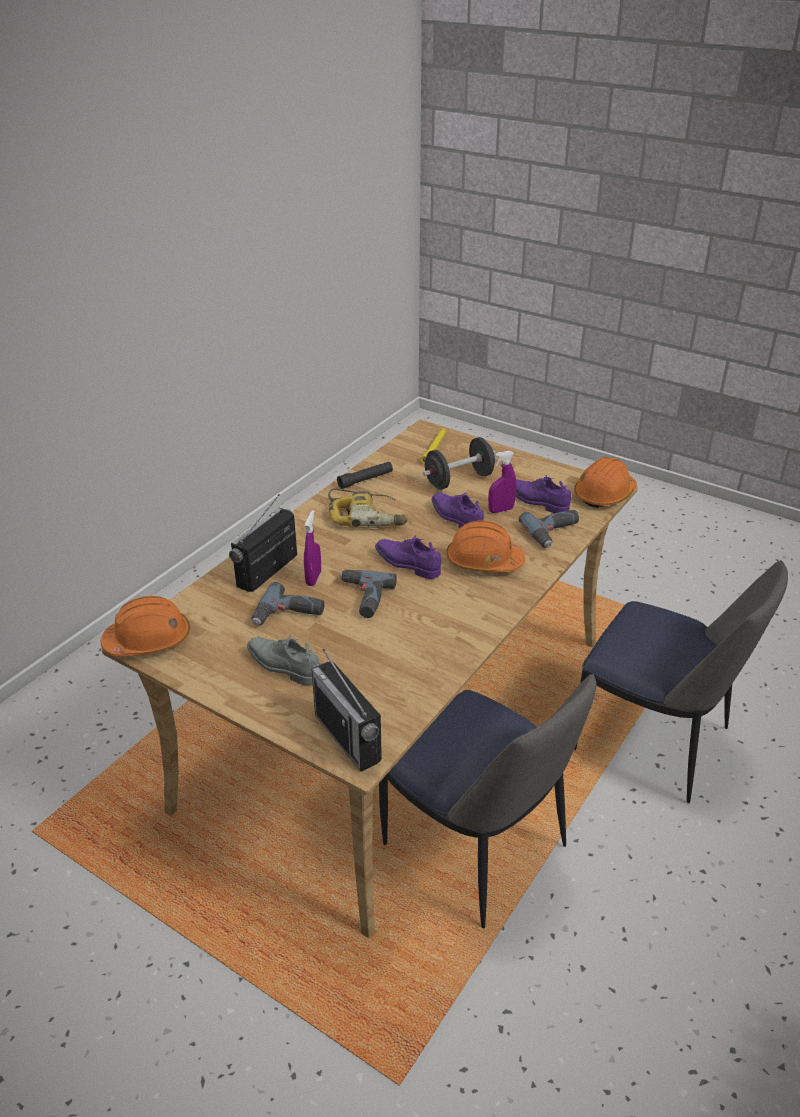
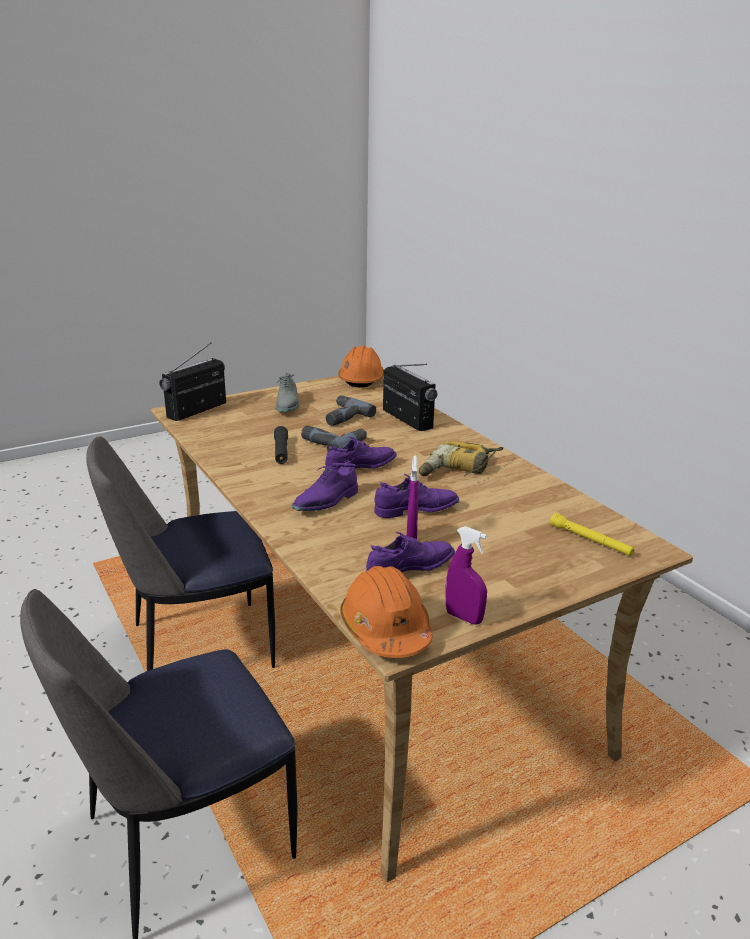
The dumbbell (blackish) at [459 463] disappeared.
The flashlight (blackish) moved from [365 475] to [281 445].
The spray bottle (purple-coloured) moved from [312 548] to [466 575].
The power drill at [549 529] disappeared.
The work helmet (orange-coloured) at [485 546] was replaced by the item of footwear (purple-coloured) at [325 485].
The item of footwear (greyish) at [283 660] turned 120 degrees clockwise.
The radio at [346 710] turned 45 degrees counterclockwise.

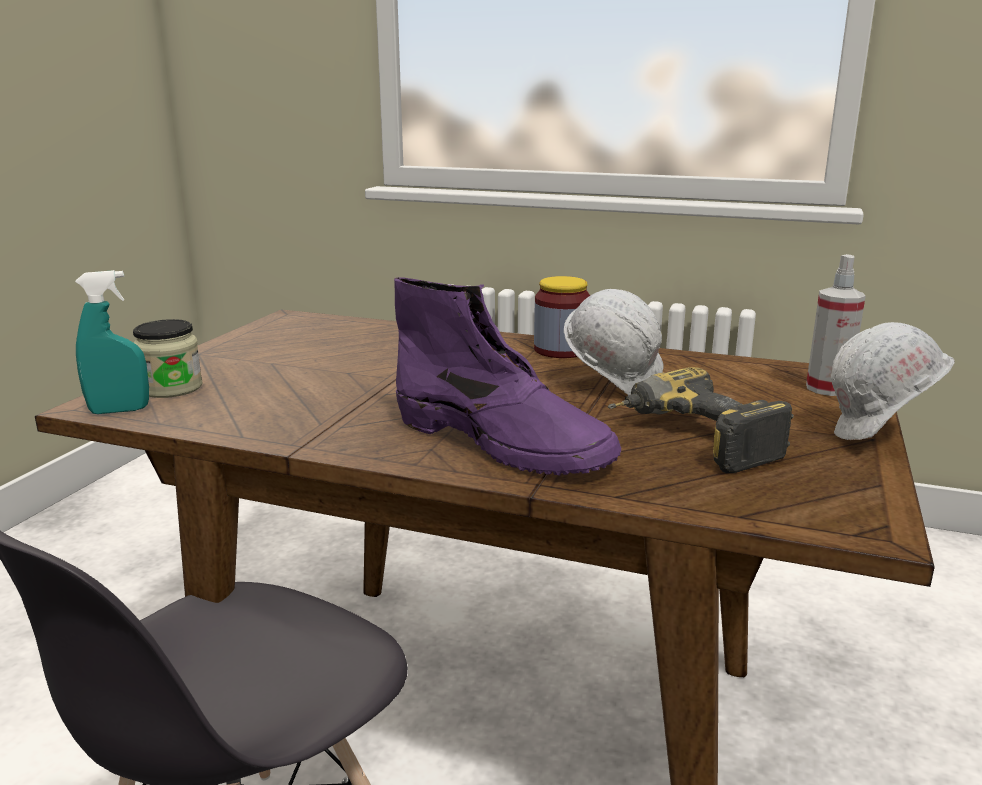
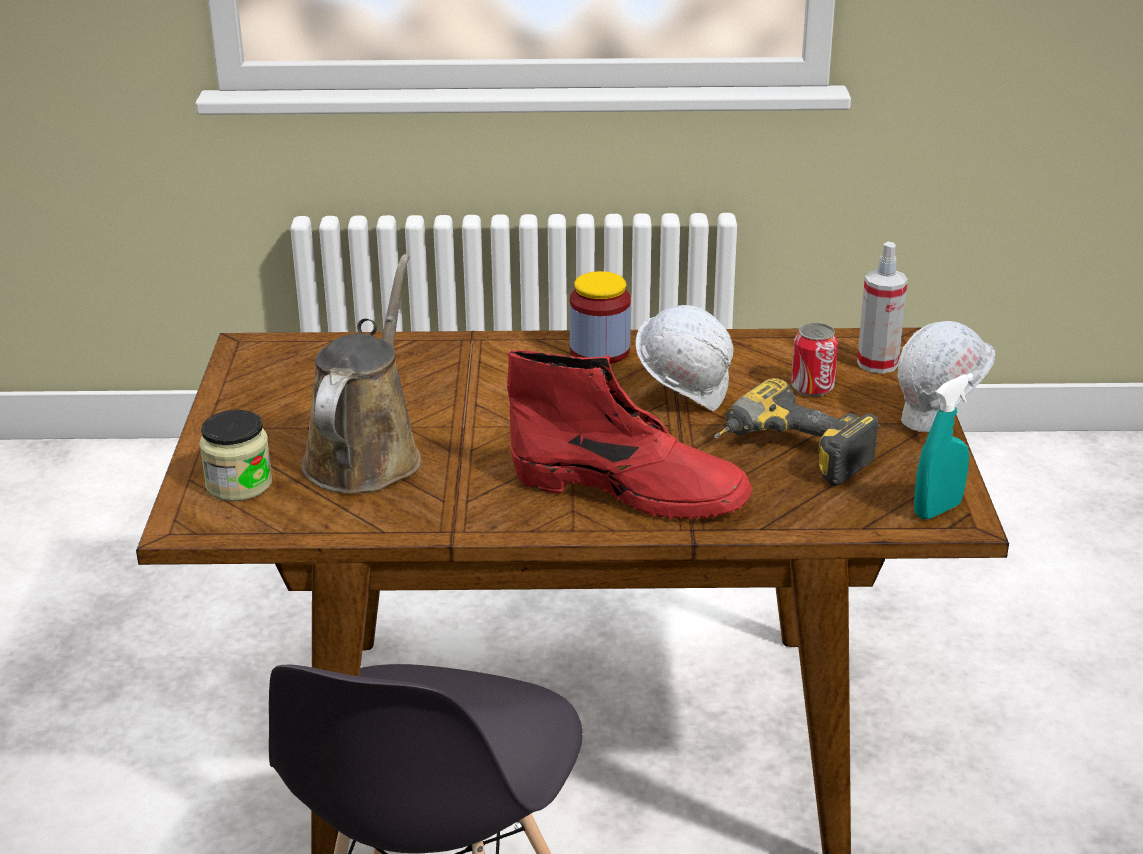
The spray bottle (turquoise-coloured) moved from [112 342] to [943 446].
The tall boot (purple-coloured) at [507 376] became the tall boot (red-coloured) at [629 435].
The sprinkling can (brown) at [361 373] appeared.
The sealed can at [814 360] appeared.

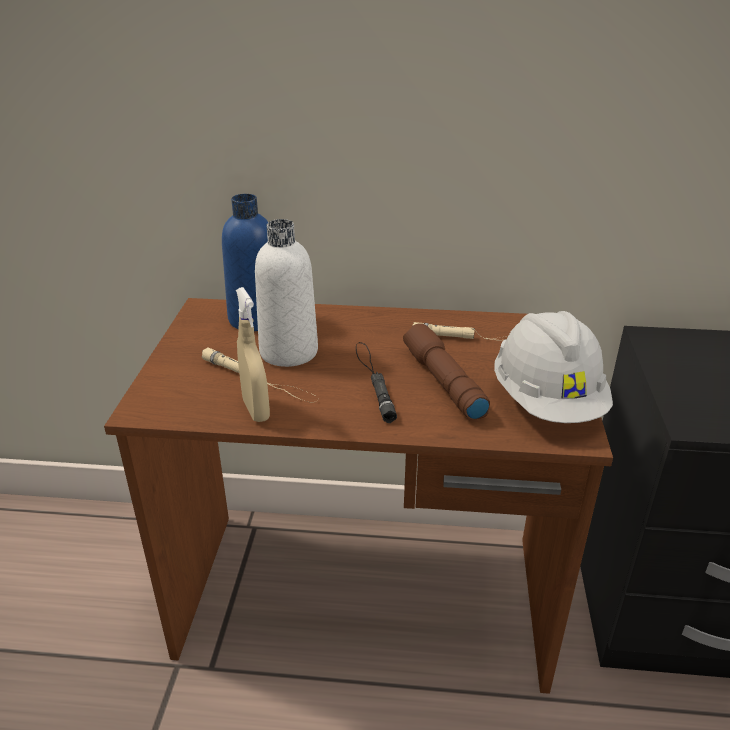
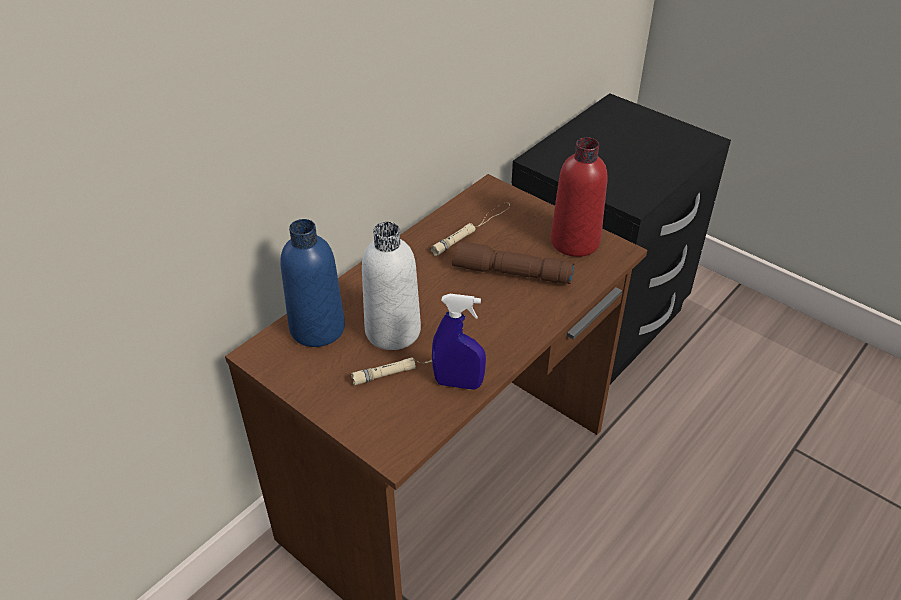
The spray bottle (beige) at [253 354] became the spray bottle (blue) at [459 342].
The work helmet (white-coloured) at [553 367] was replaced by the drink bottle (red-coloured) at [579 197].
The flashlight (blackish) at [376 382] disappeared.

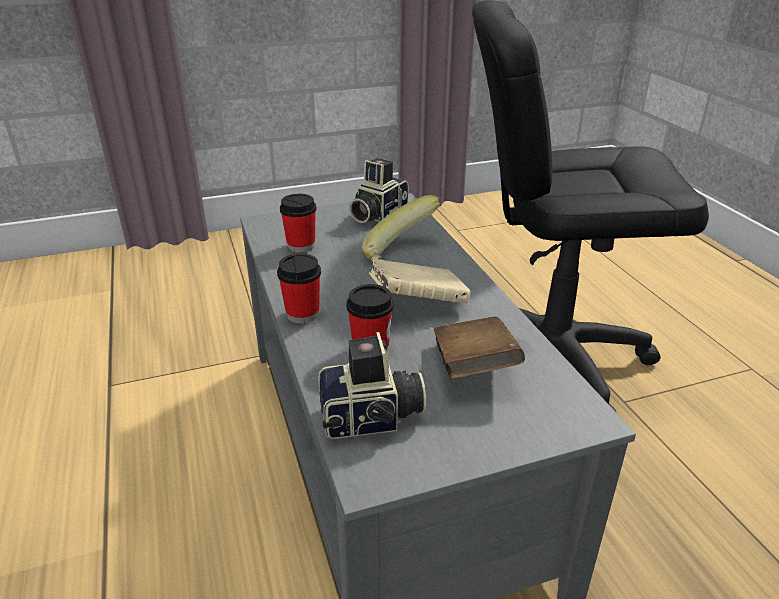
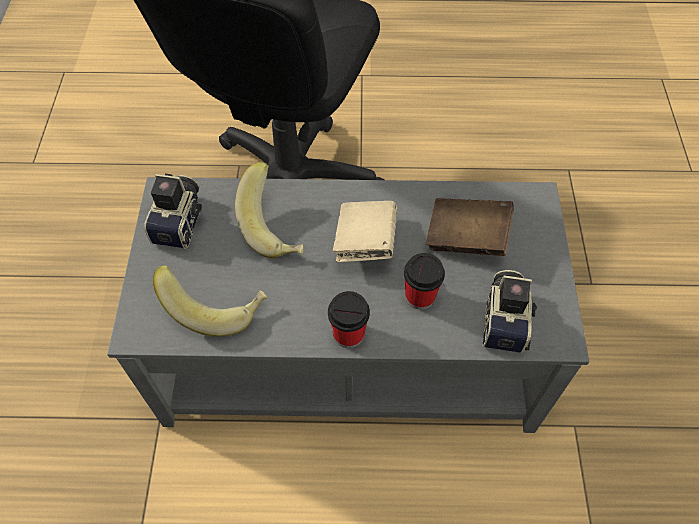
The still camera at [378 190] turned 135 degrees counterclockwise.
The drinking cup at [298 223] was replaced by the whole banana at [210 301].

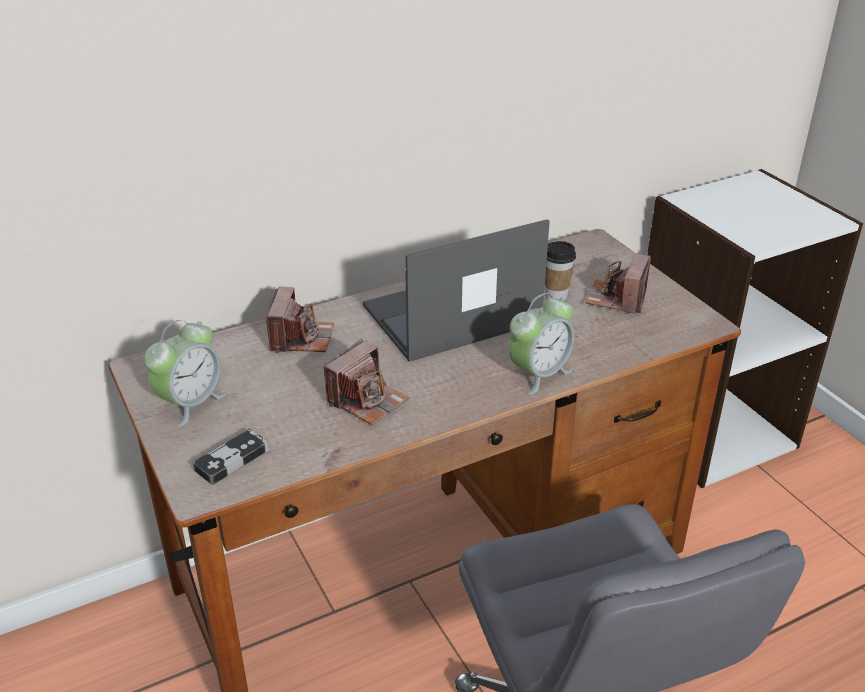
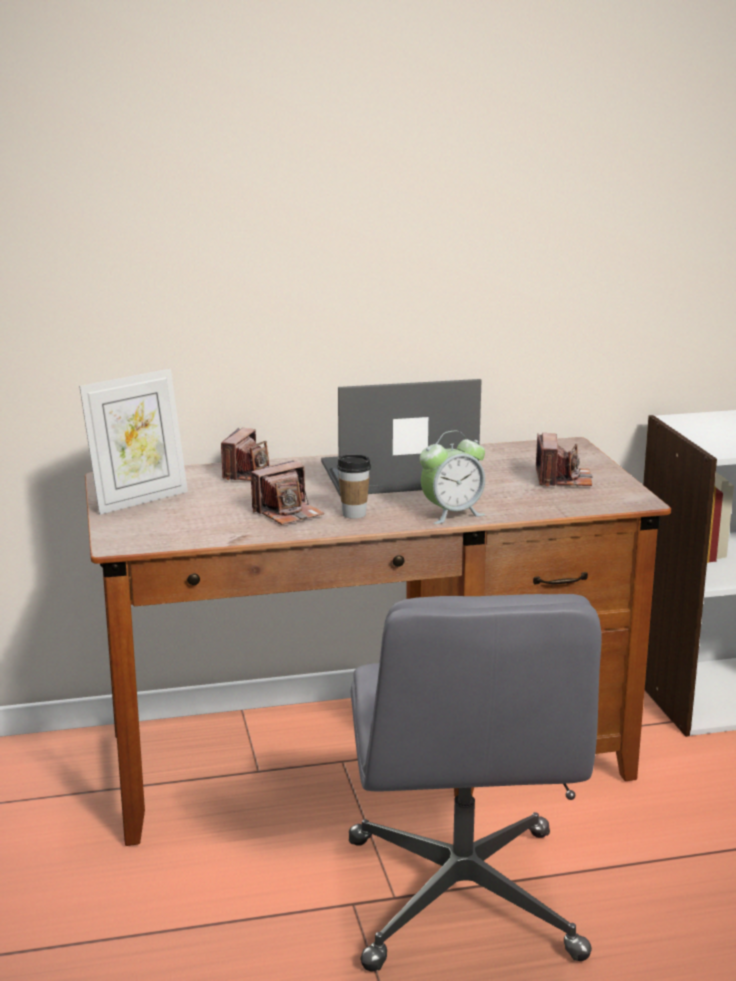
The drinking cup moved from [560 271] to [354 487].
The still camera at [618 283] turned 150 degrees clockwise.
The bedside clock at [185 373] was replaced by the standing frame at [133 442].
The gamepad at [231 457] disappeared.

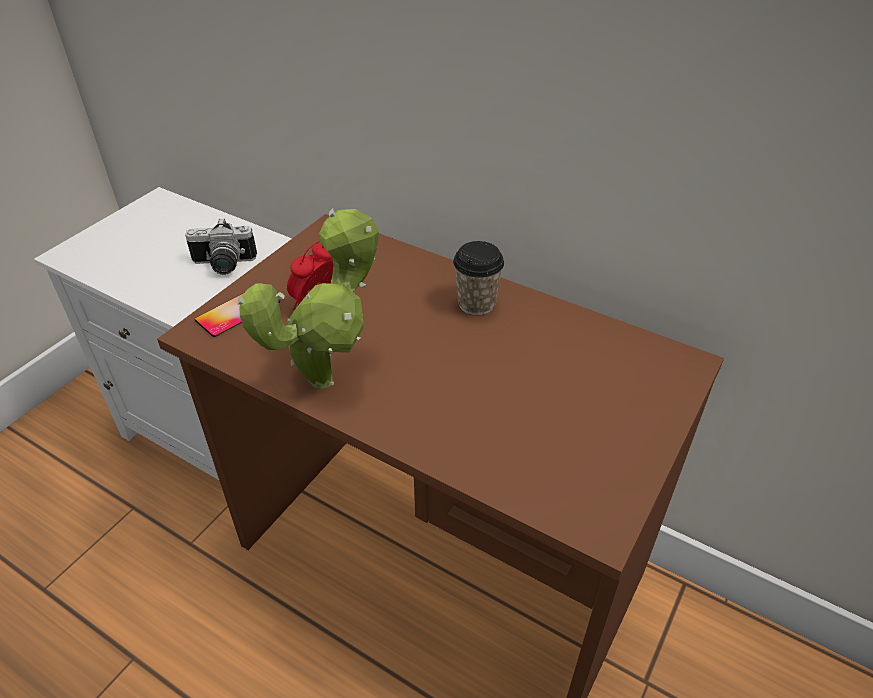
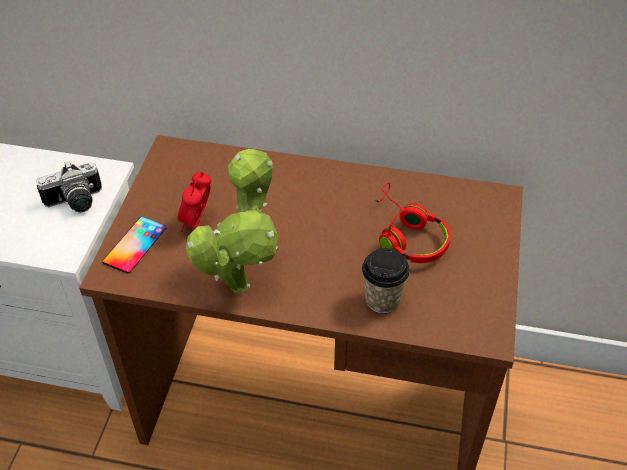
The drinking cup moved from [478 278] to [386 280].
The headset (red-coloured) at [413 222] appeared.

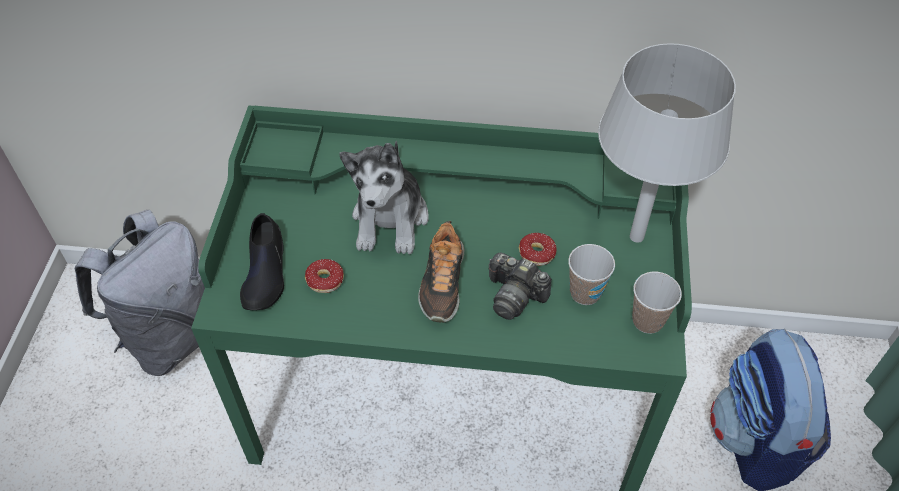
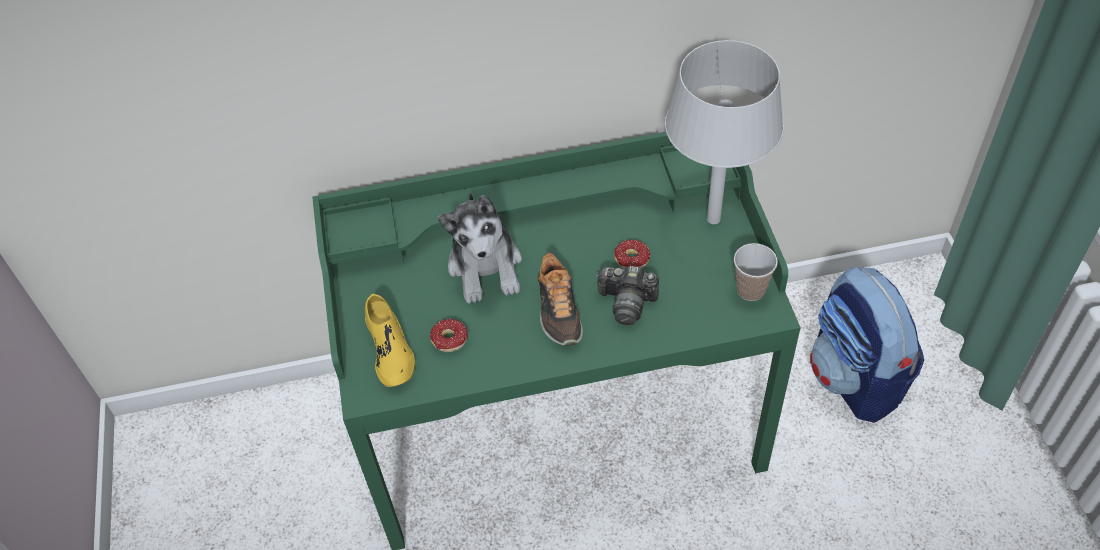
The knapsack (greyish) at [140 293] disappeared.
The item of footwear (blackish) at [262 261] became the item of footwear (yellowish) at [390 340].
The drinking cup at [591 274] disappeared.

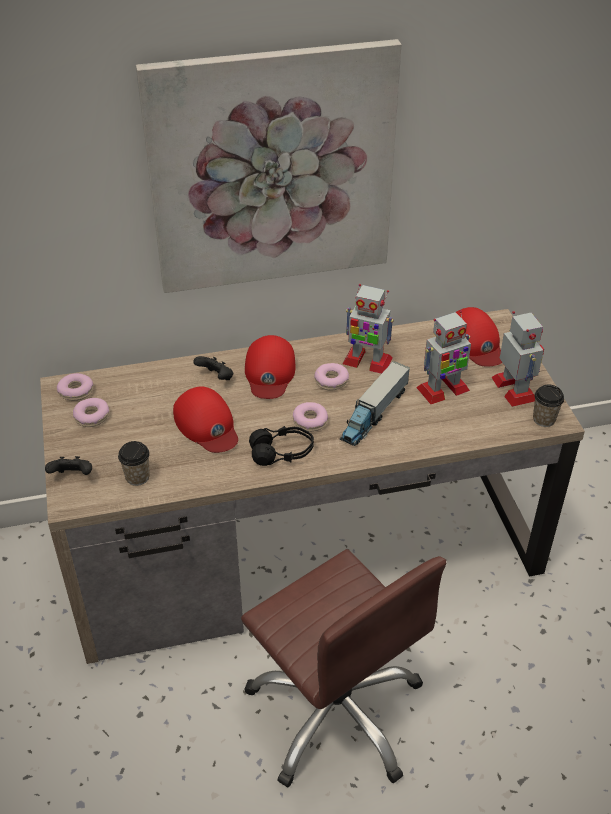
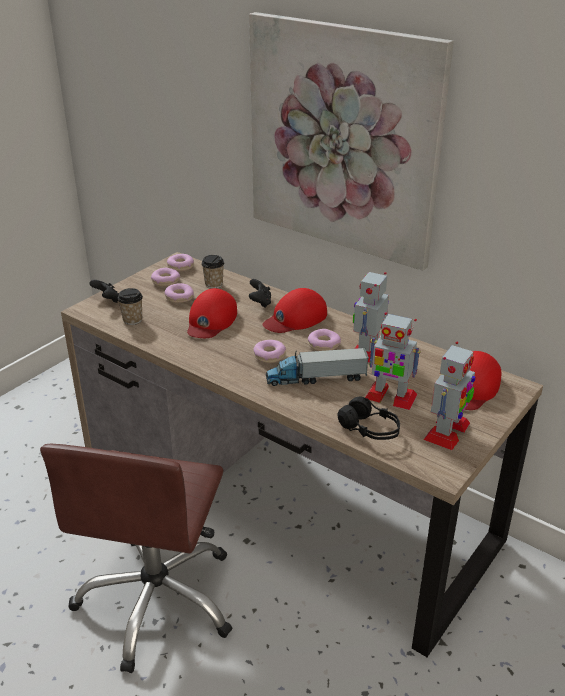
The toy robot at [368 329] turned 45 degrees clockwise.
The drinking cup moved from [548 406] to [212 272].
The headset (blackish) moved from [281 446] to [368 418].
The doughnut at [179 293] appeared.

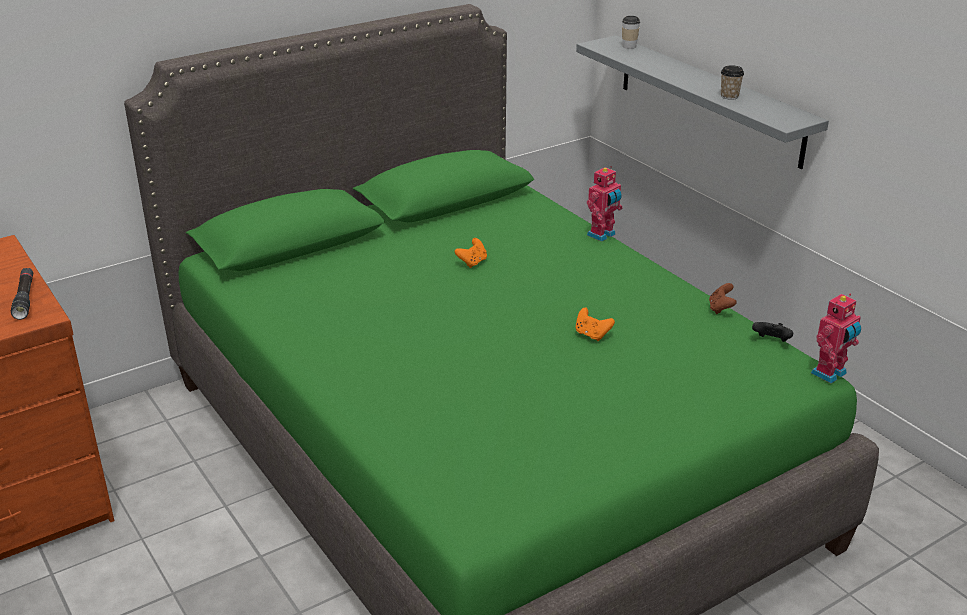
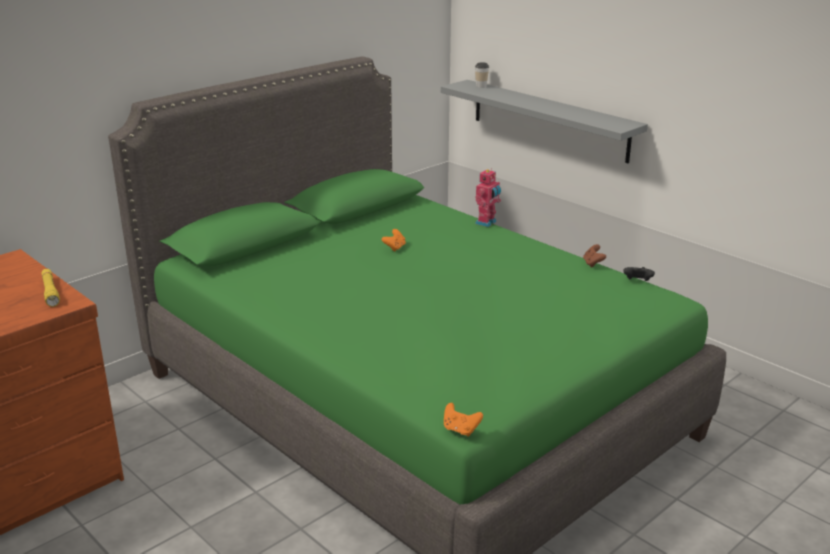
The drinking cup at [732 82] disappeared.
The flashlight (blackish) at [22 294] became the flashlight (yellowish) at [50 288].
The toy robot at [836 338] disappeared.
The gamepad (orange-coloured) moved from [595 324] to [463 420].

